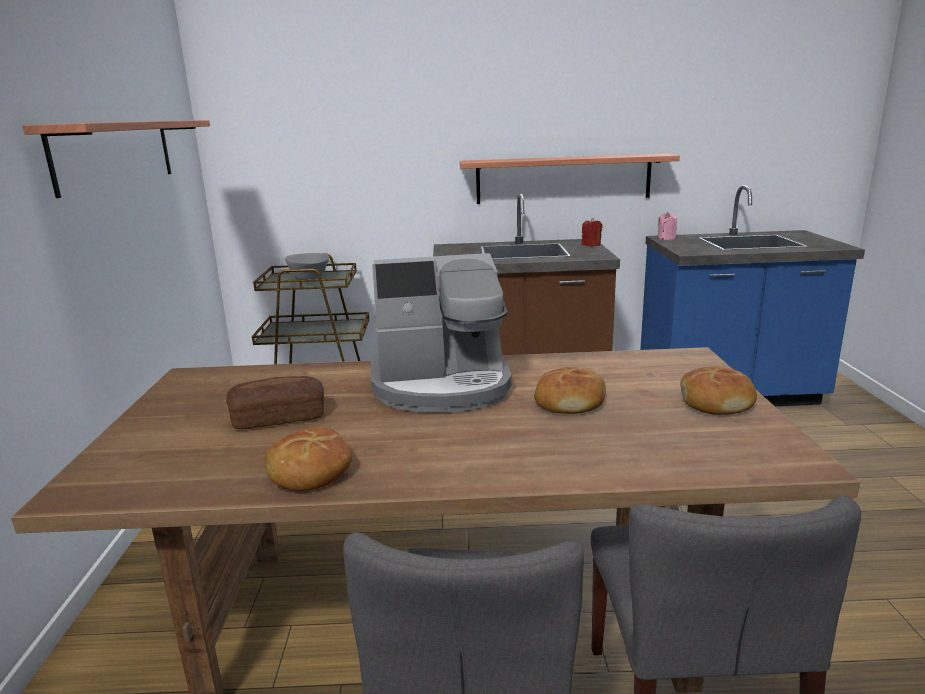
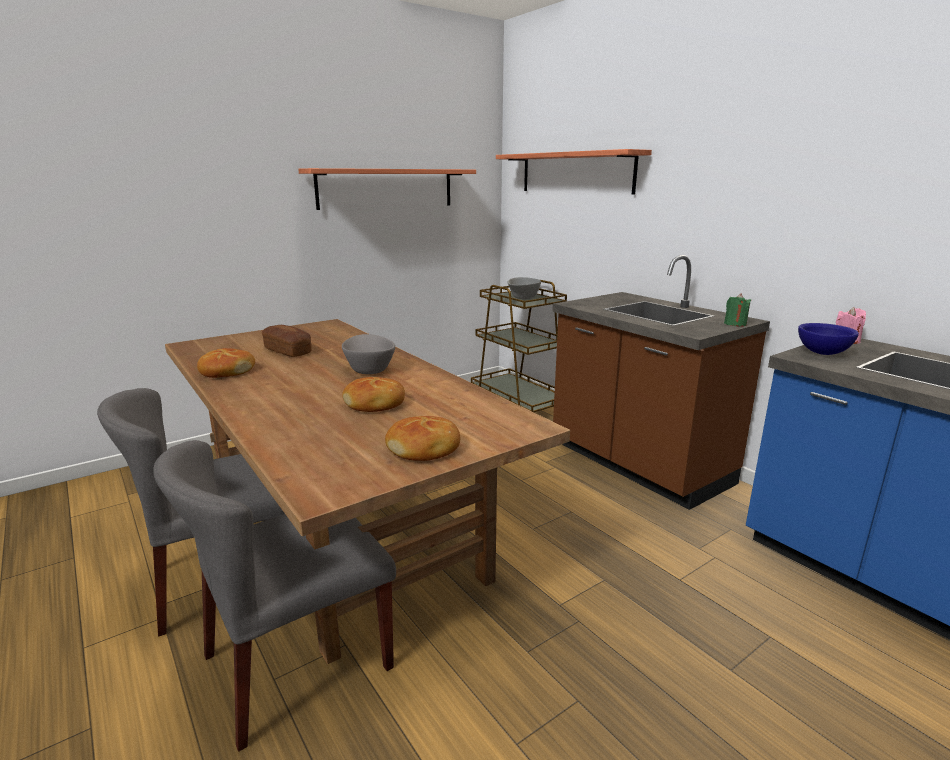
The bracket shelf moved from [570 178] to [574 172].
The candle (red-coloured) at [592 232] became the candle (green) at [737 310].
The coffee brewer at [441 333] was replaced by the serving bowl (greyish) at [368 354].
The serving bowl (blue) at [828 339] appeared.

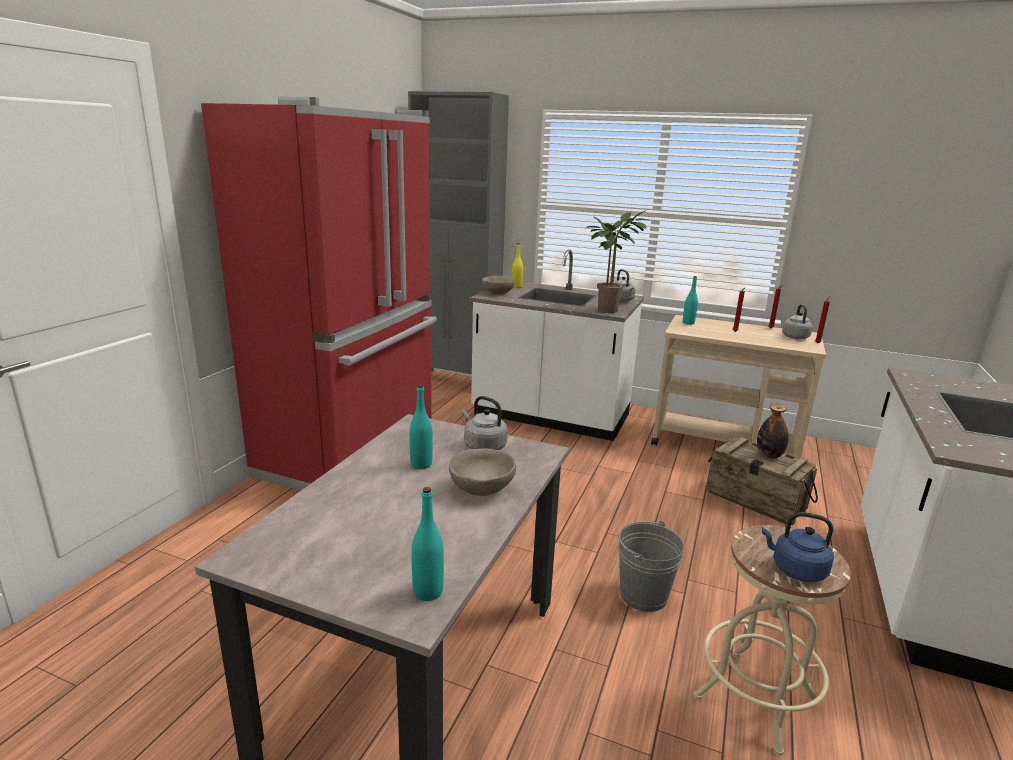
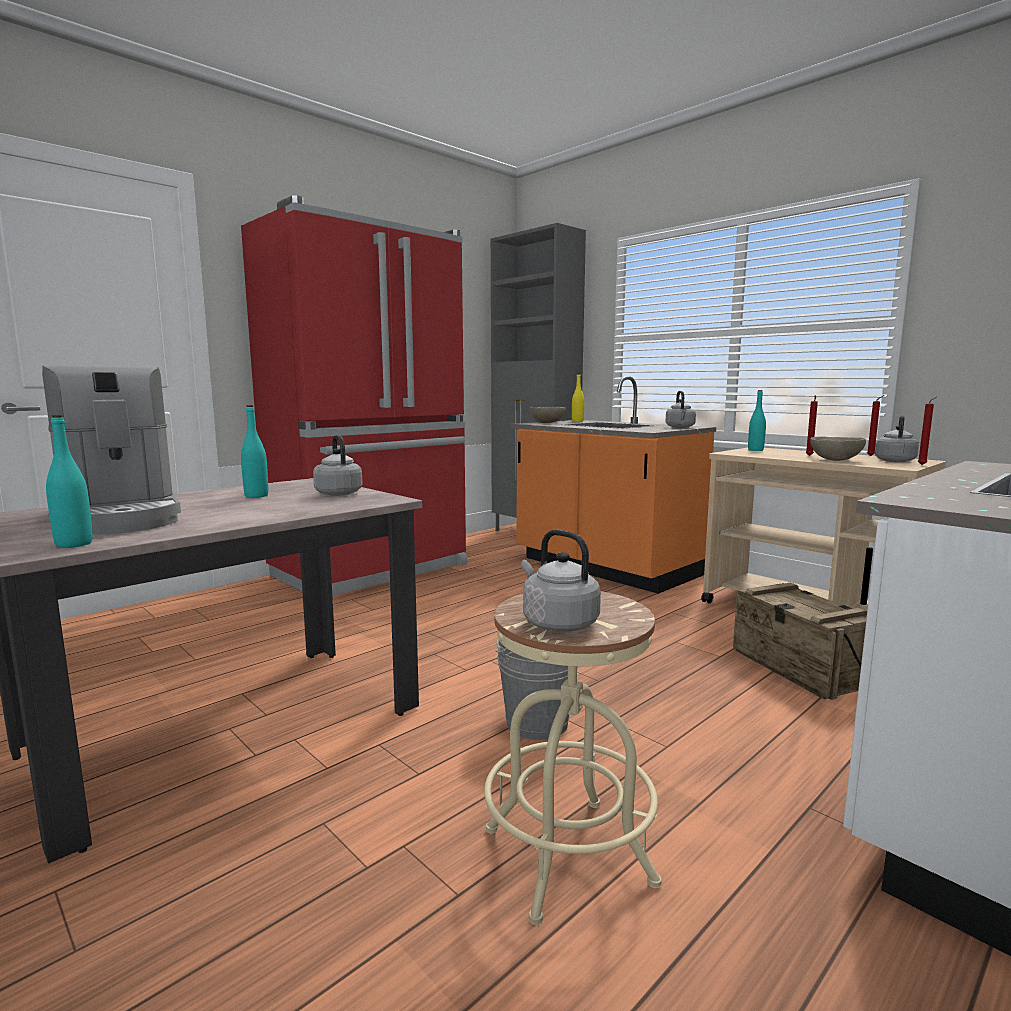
The plant in a pot at [618 261] disappeared.
The kitchen counter (white-coloured) at [556 345] became the kitchen counter (orange-coloured) at [613 485].
The drink bottle at [772 430] disappeared.
The serving bowl (beige) moved from [482 472] to [838 448].
The kettle (blue) at [798 547] became the kettle (greyish) at [561 580].
The coffee brewer at [111 450] appeared.

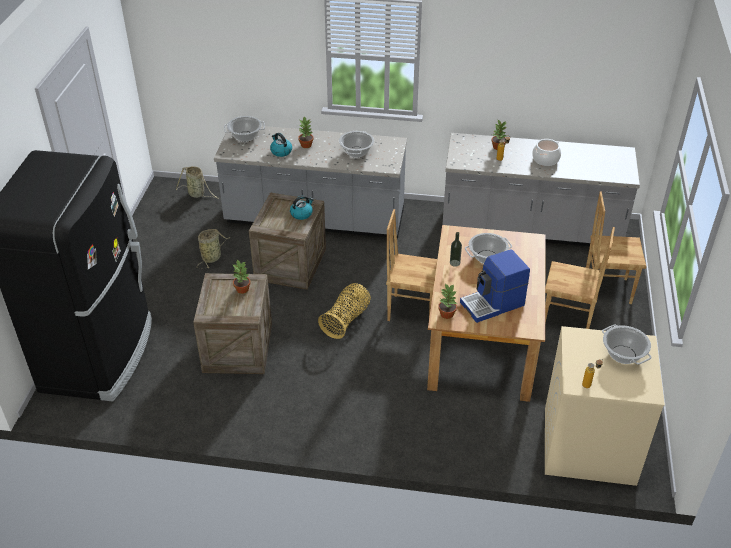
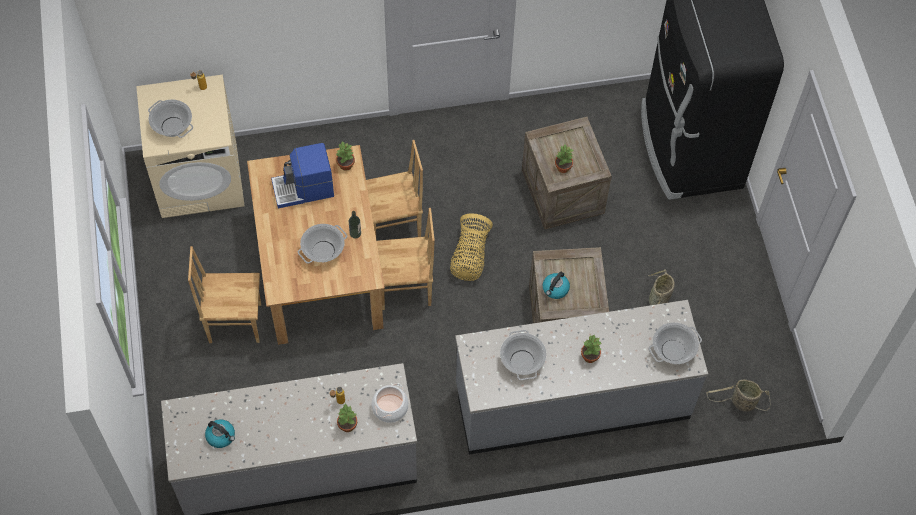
The kettle moved from [281 145] to [220 433].
The stockpot moved from [546 152] to [390 403].
The chair (brown) moved from [616 247] to [394 188].
The coffee brewer at [495 286] turned 150 degrees counterclockwise.

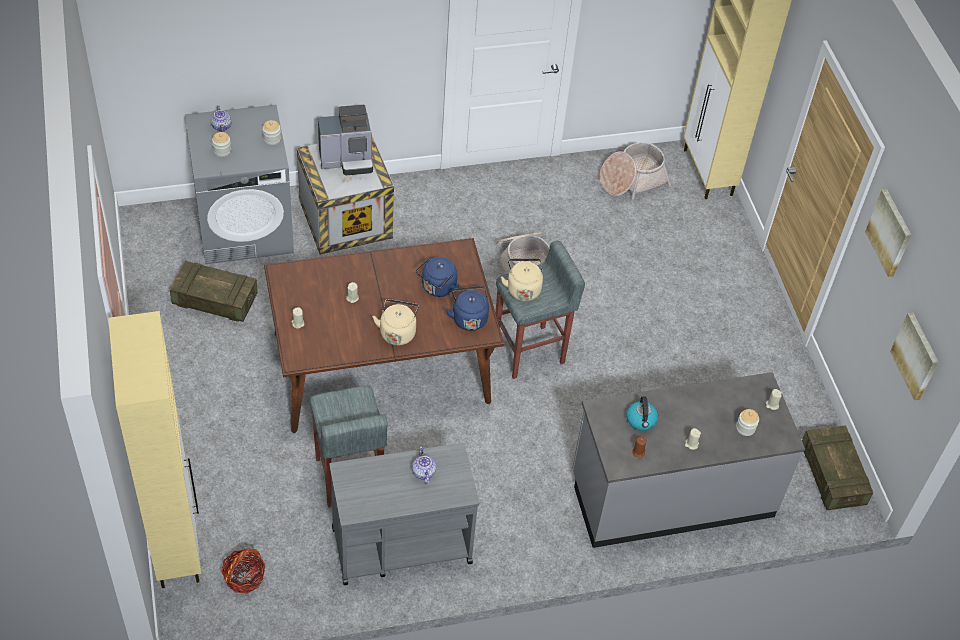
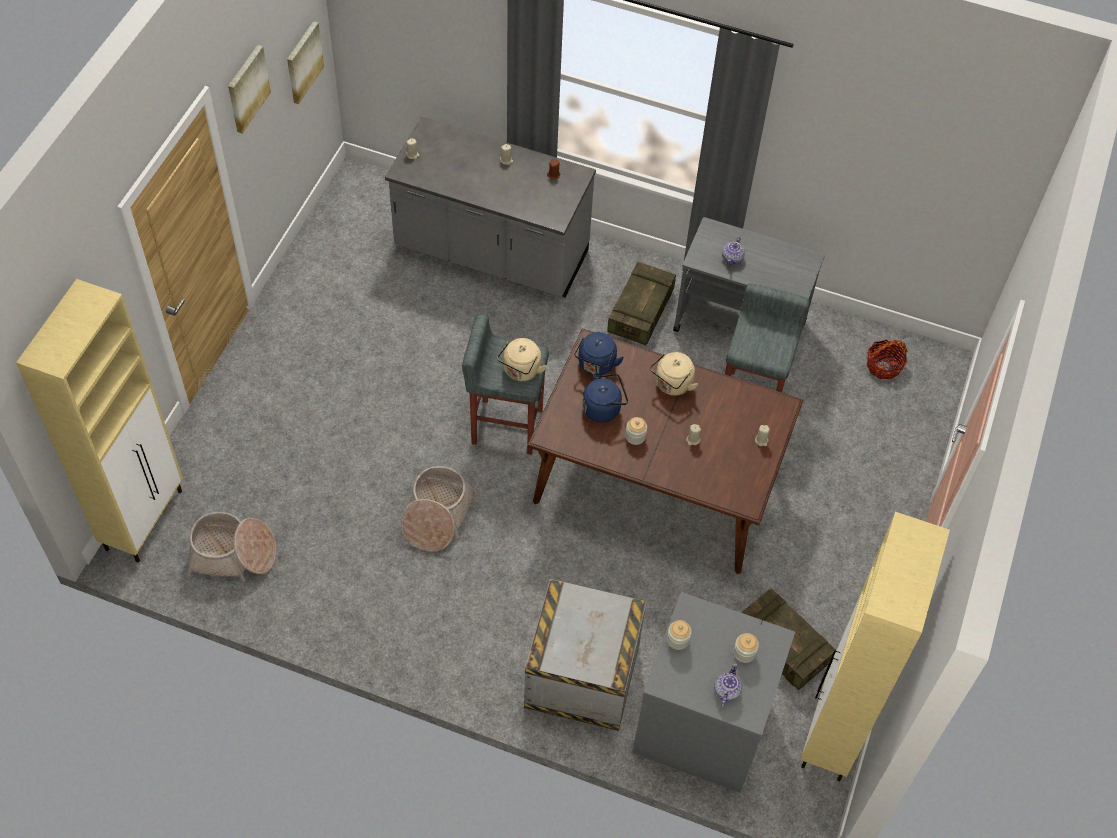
The coffee brewer at [345 140] disappeared.
The cupboard (beige) moved from [154 449] to [875 646].
The kettle at [642 414] disappeared.
The jar moved from [747 422] to [636 431].
The crate moved from [837 467] to [641 303].

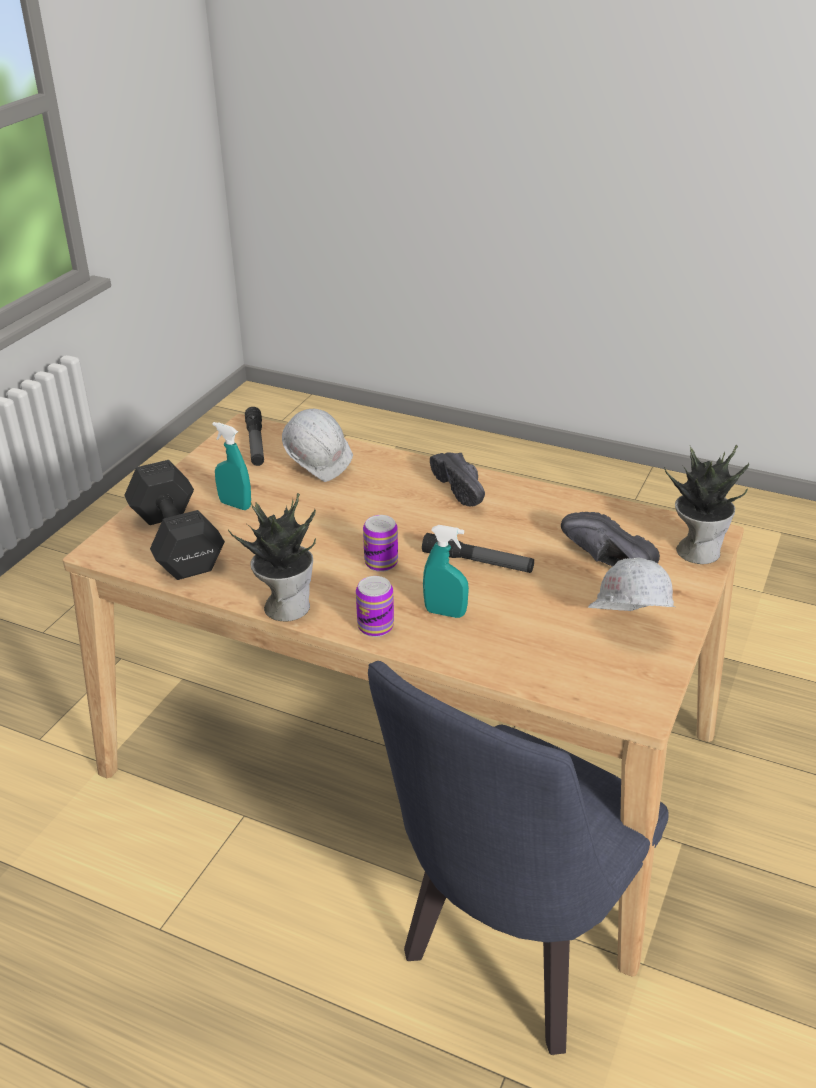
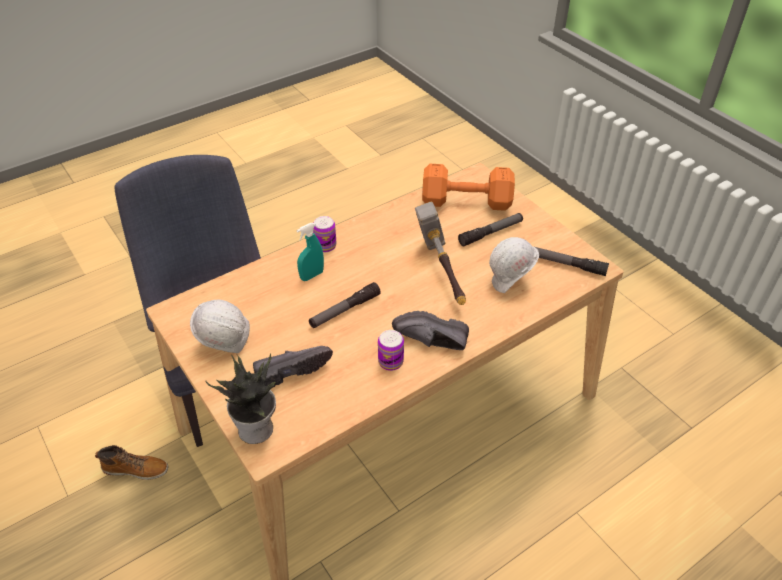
The spray bottle (turquoise-coloured) at [231 466] was replaced by the flashlight at [490 230].
The dumbbell (blackish) at [174 520] became the dumbbell (orange-coloured) at [468 187].
The plant in a pot at [272 557] disappeared.
The sealed can moved from [380 543] to [391 350].
The hand hammer at [440 253] appeared.
The tall boot at [131 462] appeared.

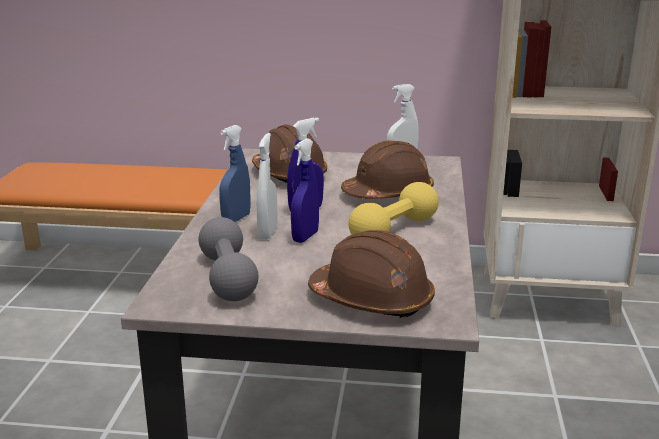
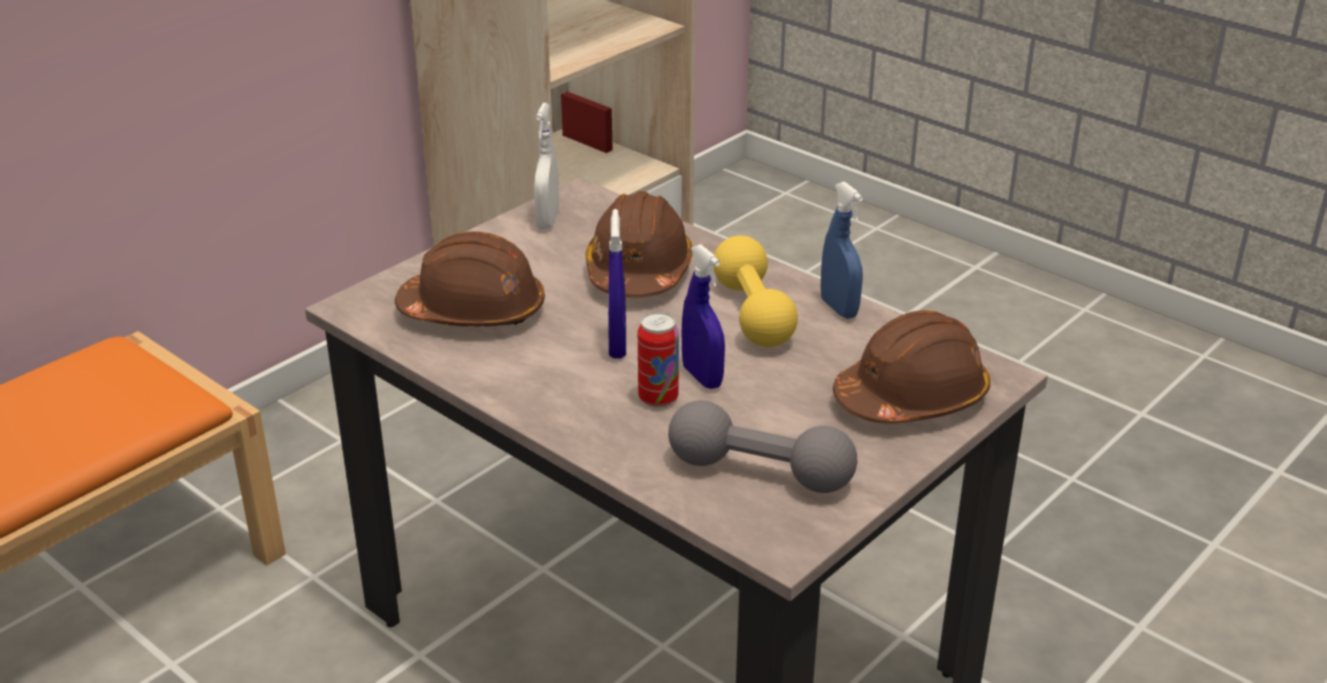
The spray bottle (blue) moved from [235 173] to [842 250].
The spray bottle (white-coloured) at [266 186] was replaced by the sealed can at [658 360].

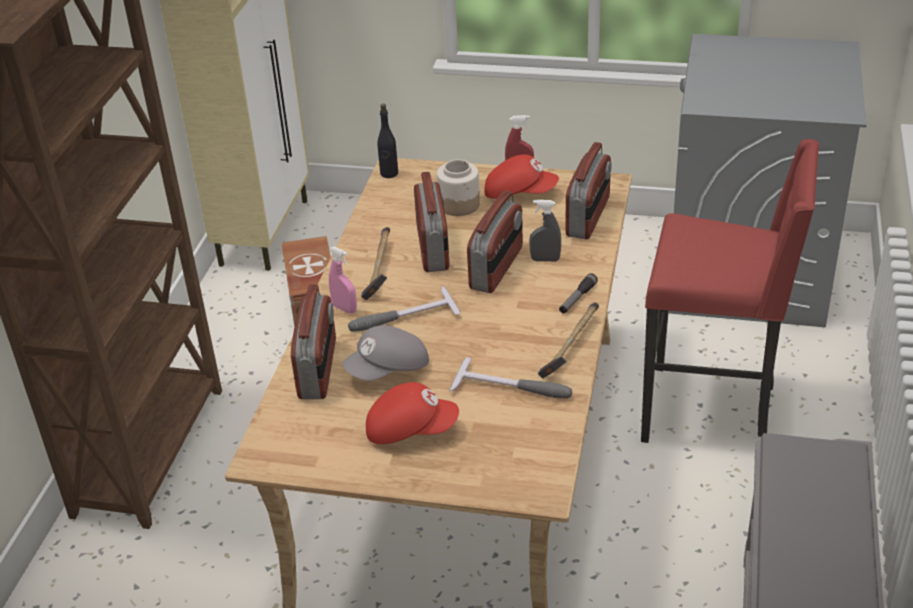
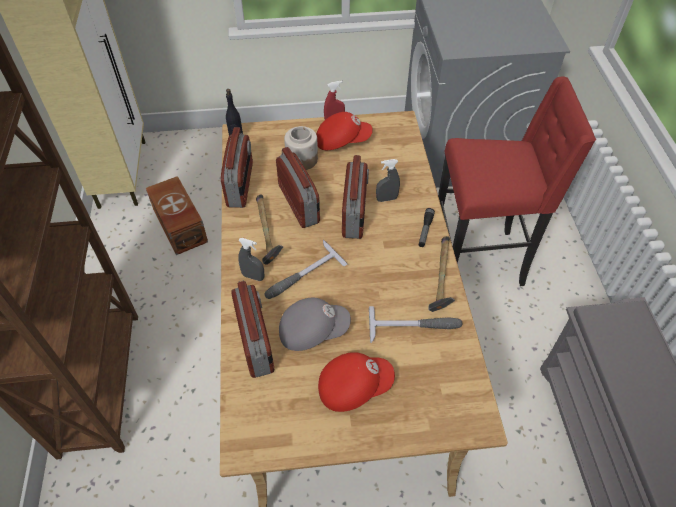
The radio moved from [588 190] to [237 167].
The spray bottle (pinkish) at [343 280] became the spray bottle (greyish) at [251 259].
The baseball cap (greyish) at [386 353] turned 135 degrees counterclockwise.

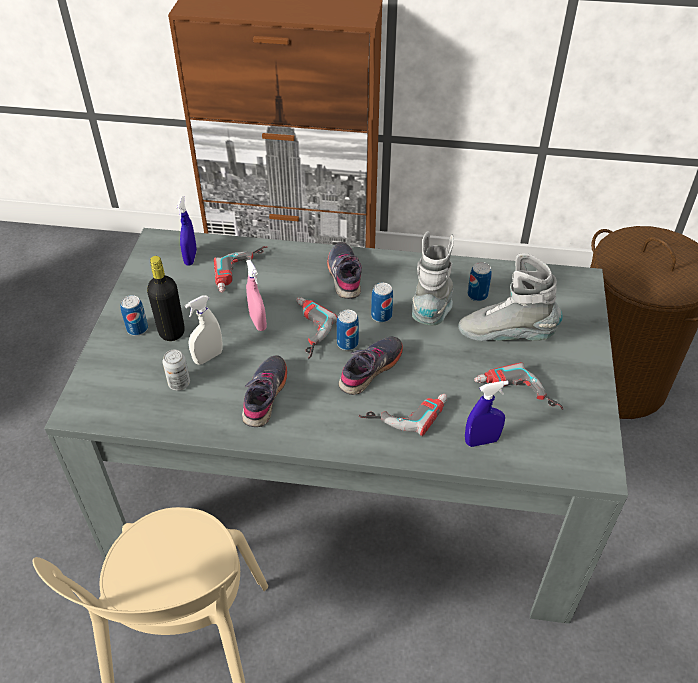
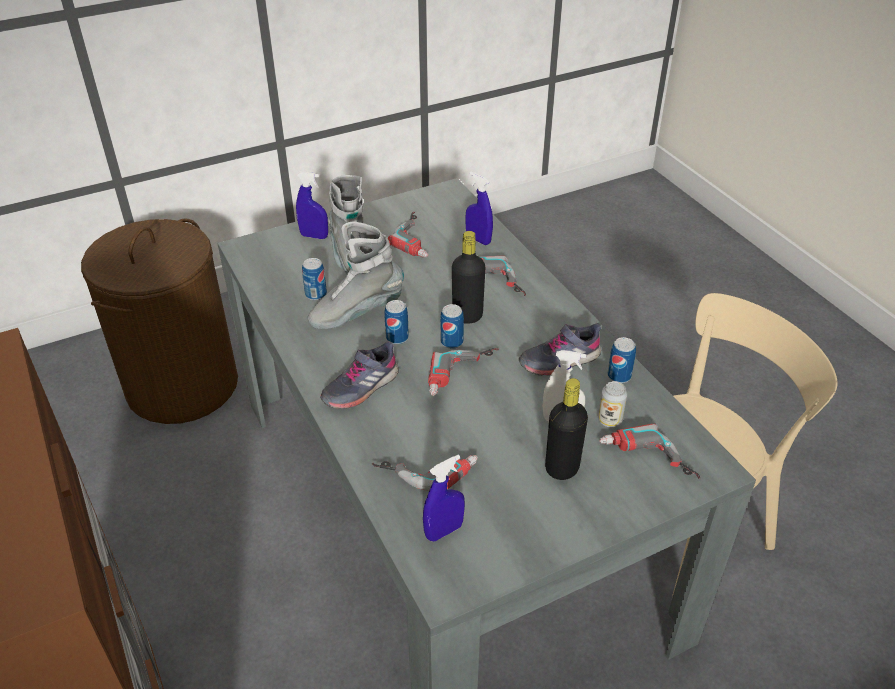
The spray bottle (pinkish) at [256 295] disappeared.
The sealed can moved from [134 315] to [621 360].
The item of footwear (greyish) at [371 366] was replaced by the drink bottle (blackish) at [468 277].
The spray bottle (blue) at [312 205] appeared.
The power drill at [650 451] appeared.

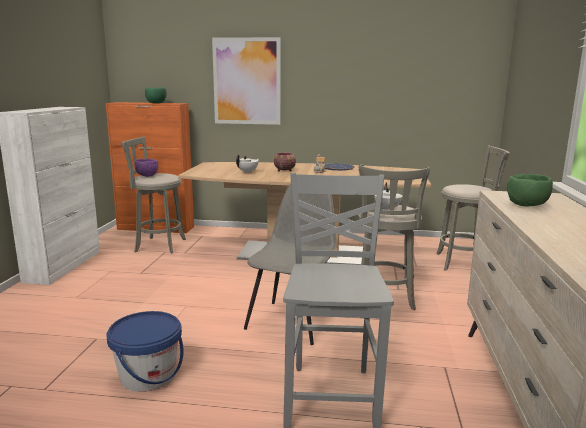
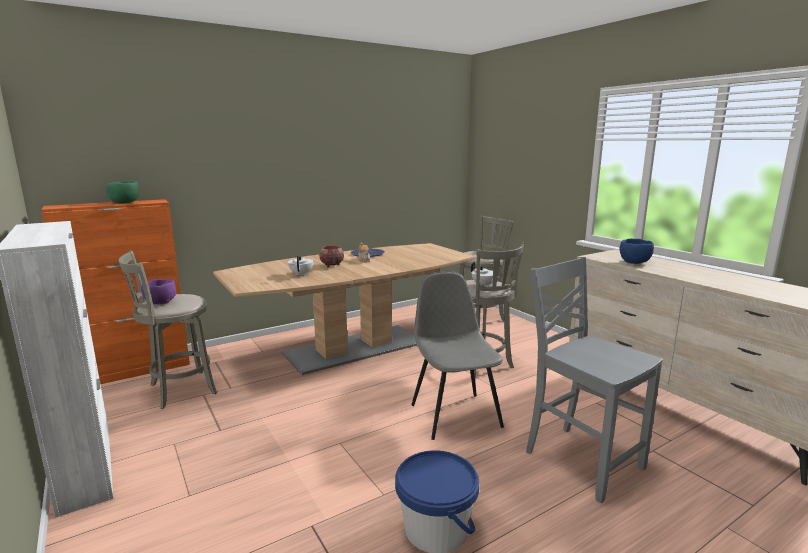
The wall art at [246 81] disappeared.
The serving bowl (green) at [530 190] became the serving bowl (blue) at [636 251].

